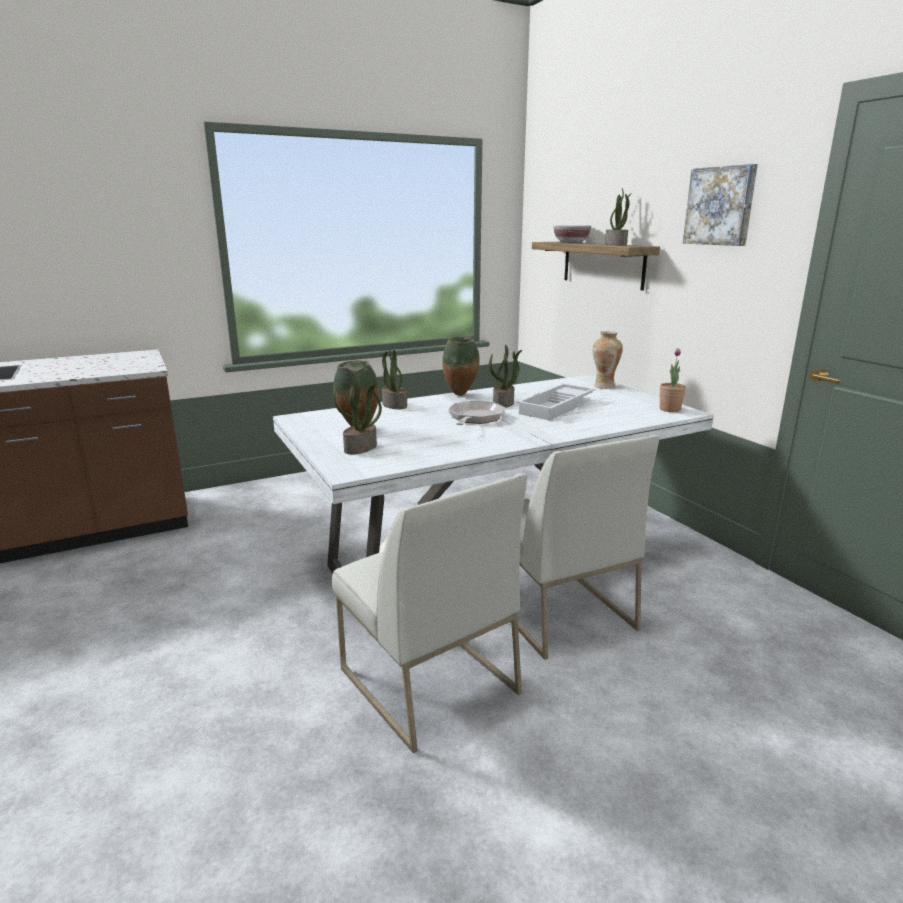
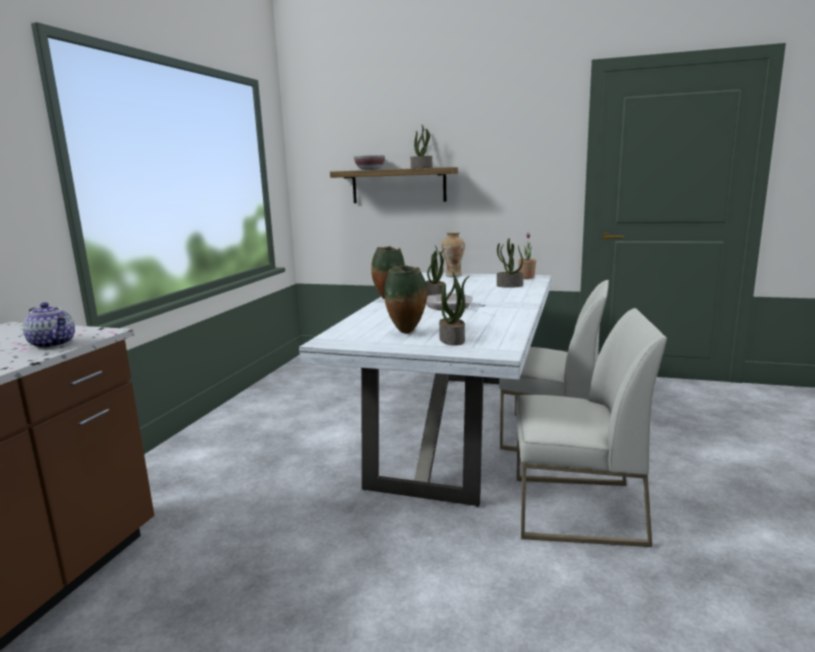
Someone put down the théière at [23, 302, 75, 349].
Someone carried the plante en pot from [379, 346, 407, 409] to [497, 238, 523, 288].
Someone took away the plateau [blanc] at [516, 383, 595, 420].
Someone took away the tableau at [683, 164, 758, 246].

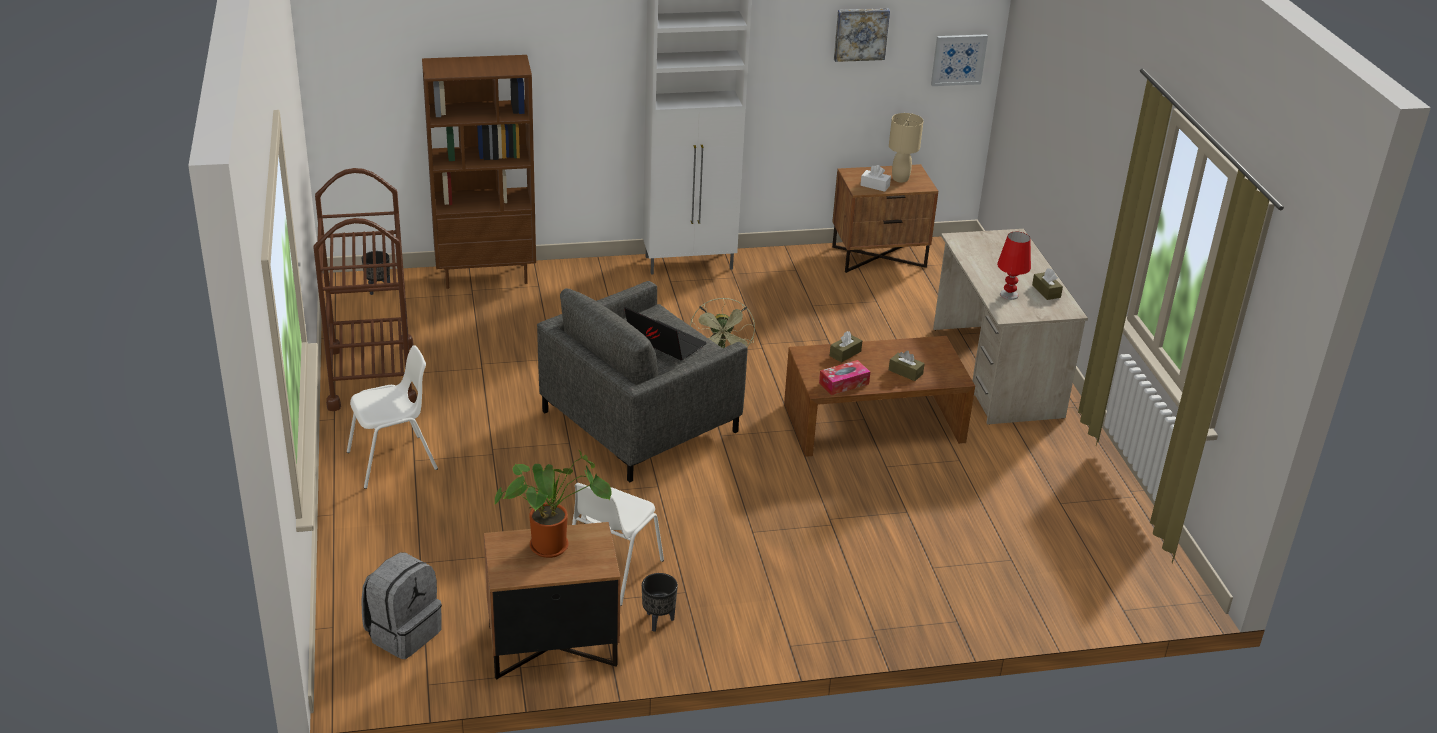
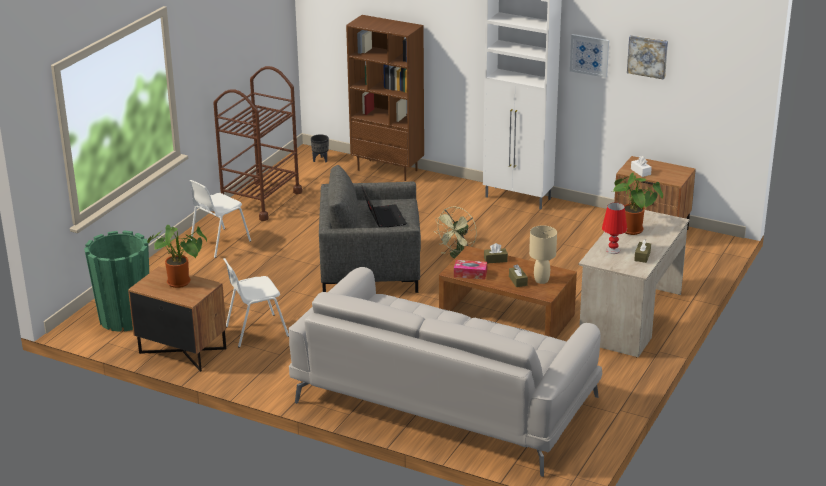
Someone swapped the sac à dos [gris] at [361, 553, 442, 659] for the cache-pot [vert] at [84, 231, 149, 332].
Someone rotated the chaise [blanc] at [347, 345, 438, 489] by 120 degrees clockwise.
Someone put down the canapé [gris] at [289, 267, 602, 477].
Someone carried the lampe de table [beige] from [889, 113, 923, 182] to [529, 225, 557, 284].
Someone carried the tableau from [931, 34, 988, 86] to [570, 34, 609, 78].
Someone put down the plante en pot at [613, 172, 663, 235].
Someone took away the cache-pot [noir] at [642, 573, 678, 632].

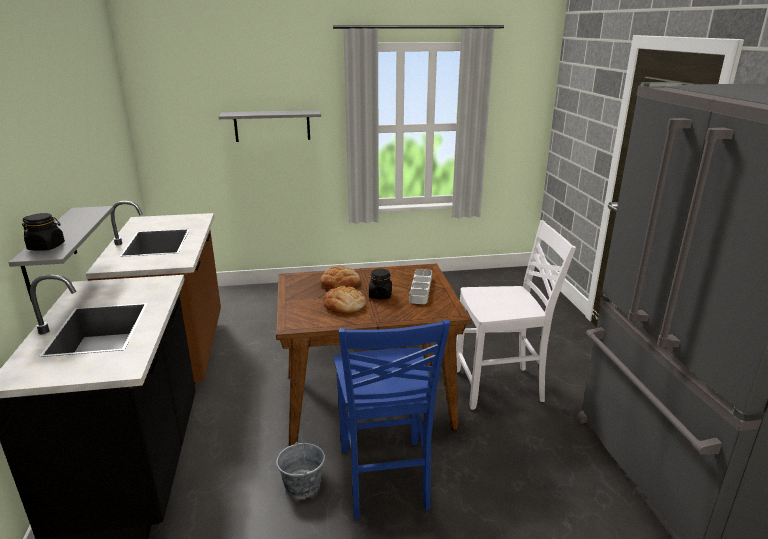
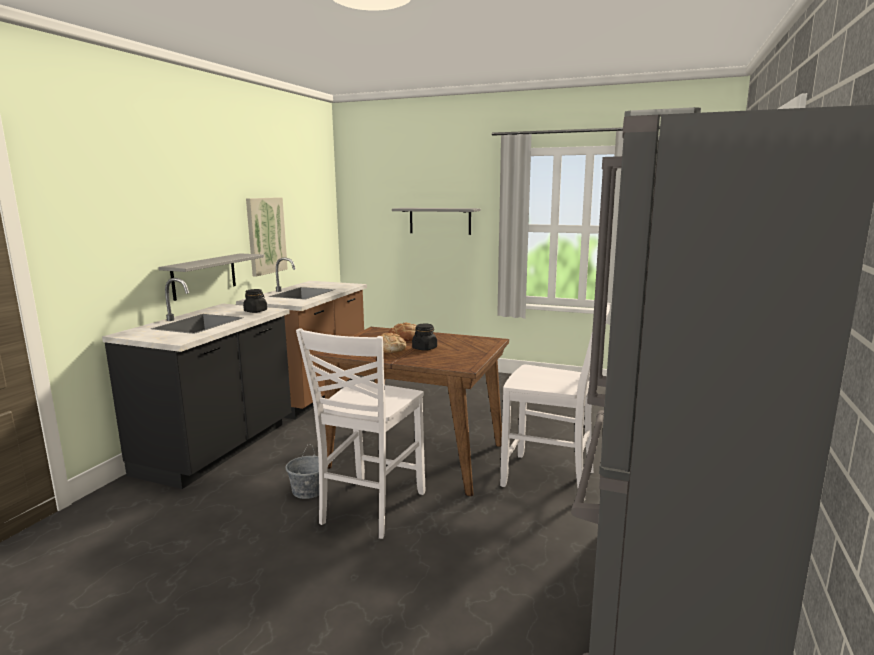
Someone carried the bocal [noir] from [22, 213, 65, 251] to [243, 289, 267, 313].
Someone put up the tableau at [246, 197, 288, 277].
Someone repainted the chaise [bleu] at [334, 320, 450, 519], which became the chaise [blanc] at [296, 328, 425, 539].
Someone took away the plateau [gris] at [409, 269, 432, 304].

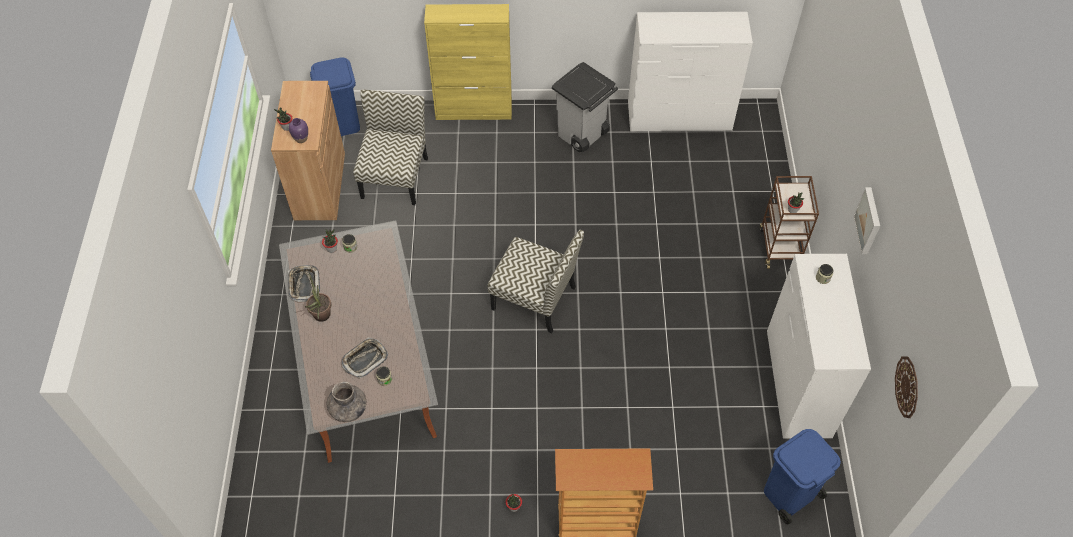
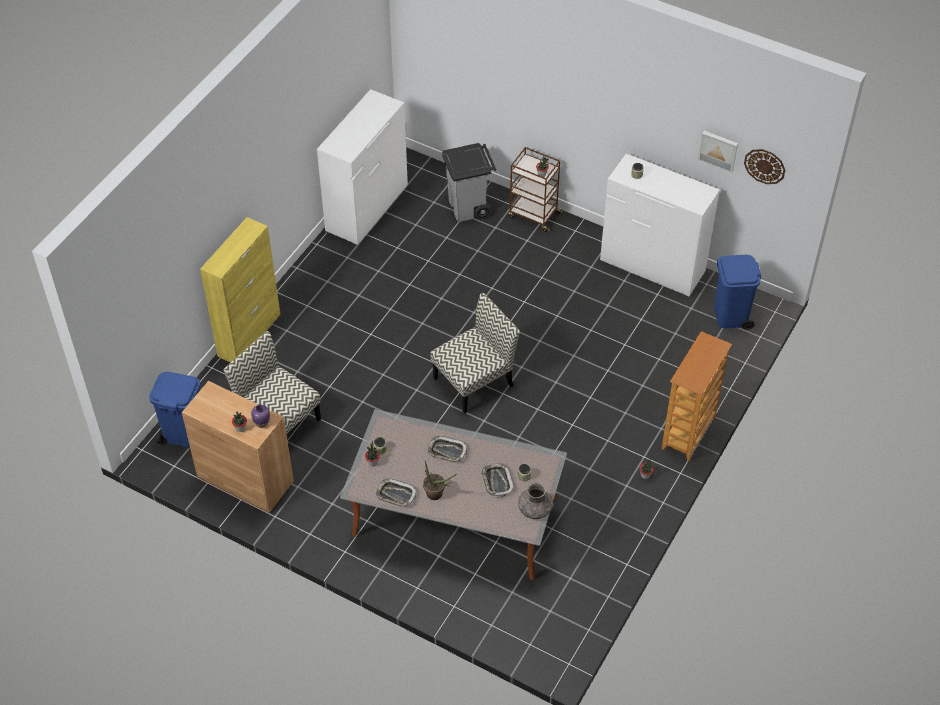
Someone put down the plateau at [427, 436, 467, 462].
Someone carried the poubelle [gris] from [552, 62, 618, 152] to [442, 143, 496, 222].
Someone carried the tableau from [853, 187, 880, 254] to [698, 131, 738, 173].

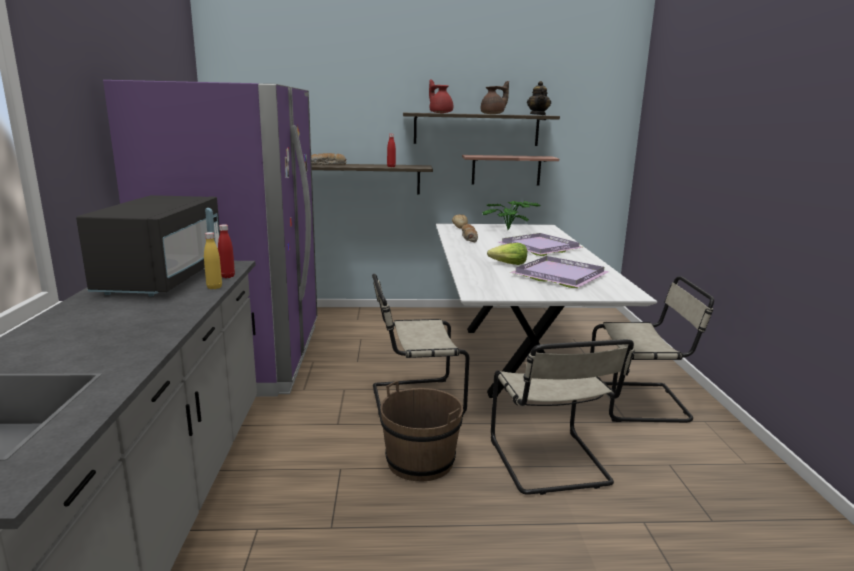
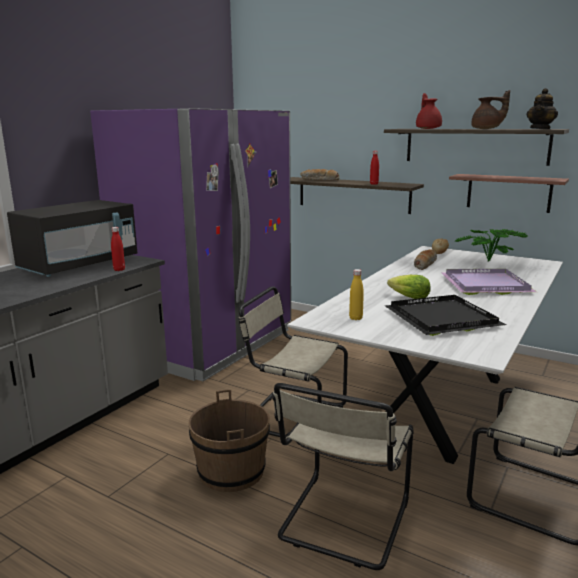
Someone carried the bouteille [jaune] from [204, 232, 222, 289] to [349, 269, 364, 320].
Someone repainted the plateau [violet] at [509, 256, 609, 288], which became the plateau [noir] at [385, 295, 506, 336].

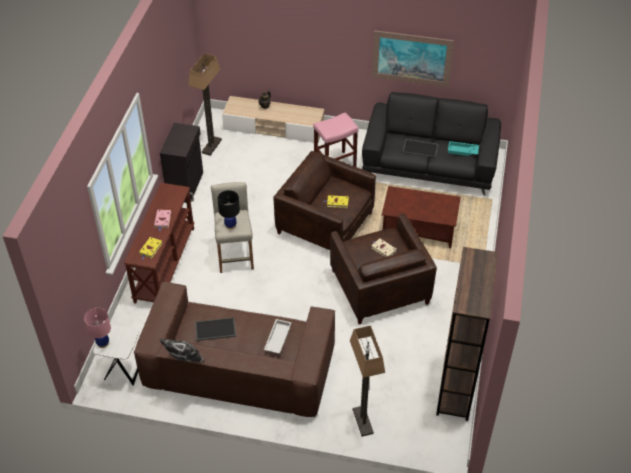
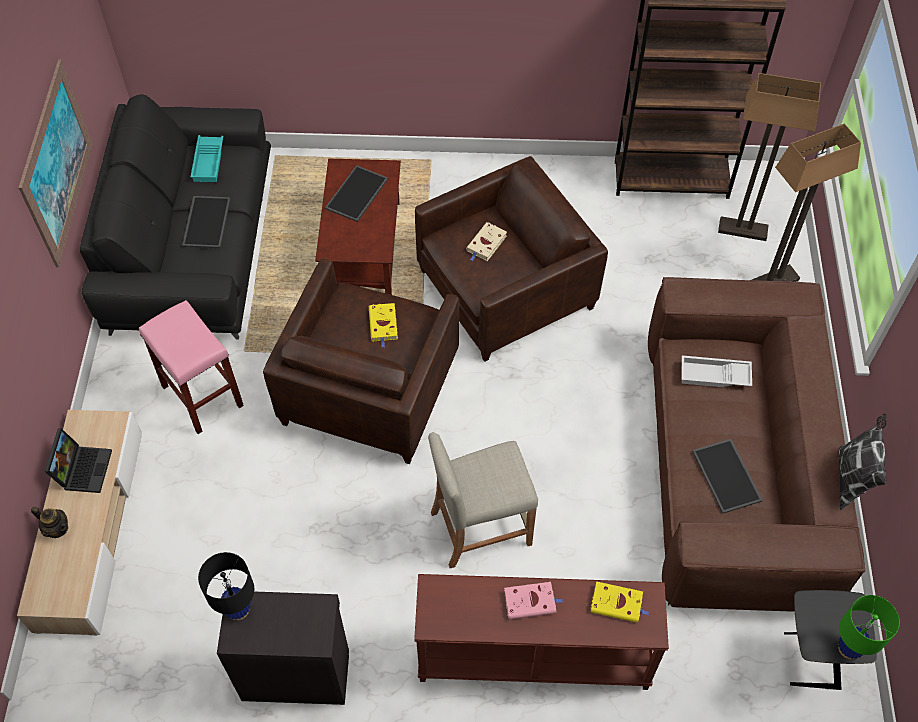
Someone put down the ordinateur portable at [44, 428, 112, 493].
Someone carried the lampe de table [noir] from [217, 190, 240, 229] to [198, 552, 254, 620].
Someone put down the plateau at [325, 165, 388, 222].
Someone carried the lampadaire from [188, 53, 222, 156] to [718, 73, 821, 241].
Someone repainted the table d'appoint [blanc] at [93, 325, 139, 386], which became the table d'appoint [noir] at [784, 590, 877, 690].
Someone repainted the lampe de table [rose] at [84, 308, 111, 348], which became the lampe de table [vert] at [838, 595, 900, 659].

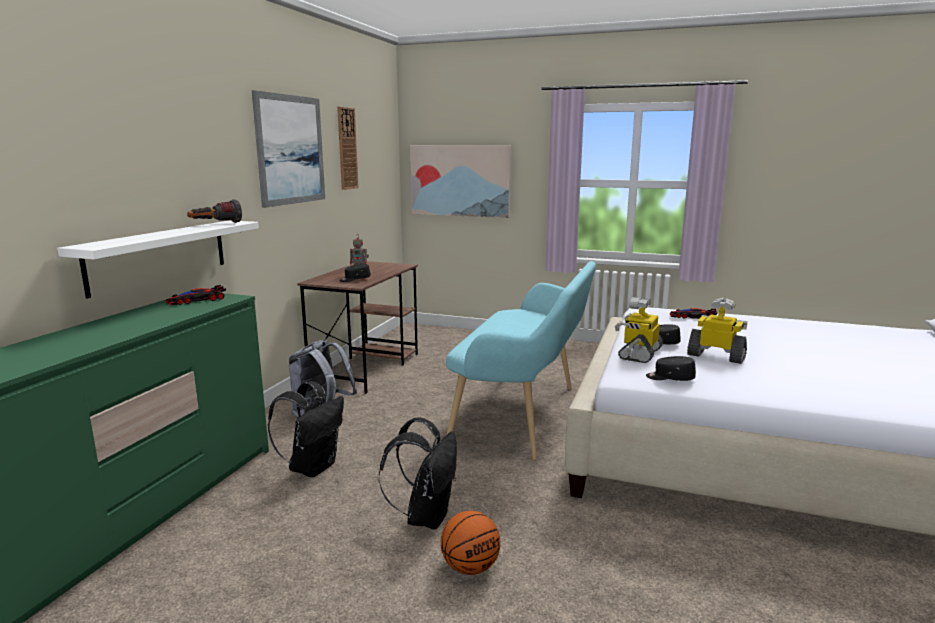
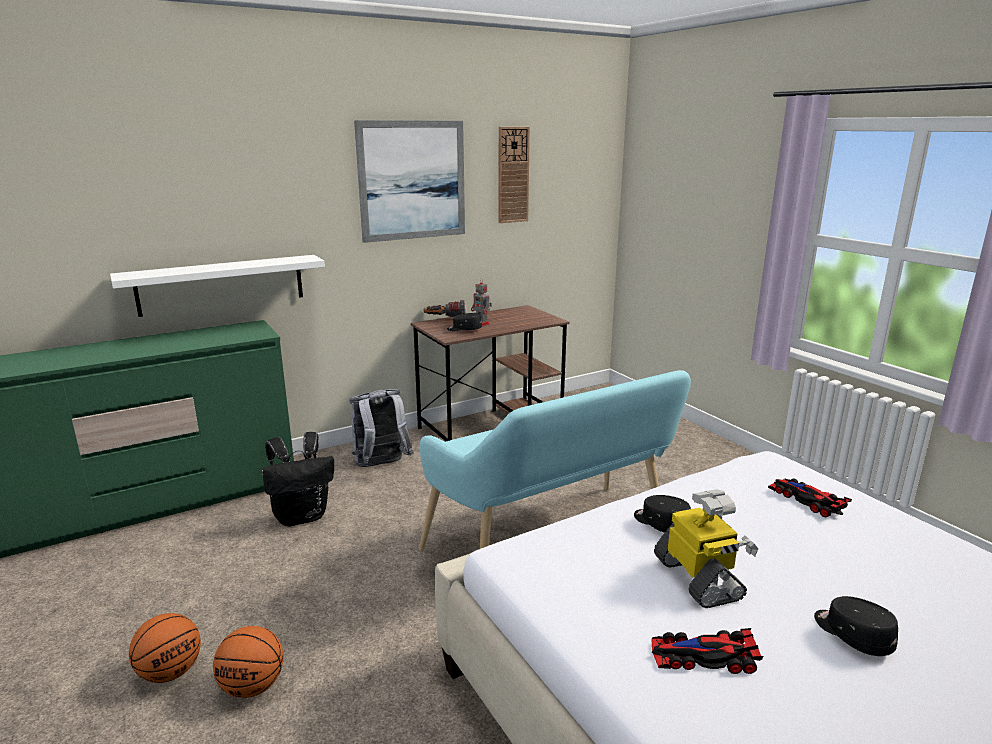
Someone put down the ballon de basket at [129, 613, 201, 683].
Someone carried the lampe de poche from [187, 199, 242, 223] to [424, 300, 467, 317].
Someone carried the petite voiture from [166, 285, 226, 305] to [651, 628, 763, 674].
Someone carried the casquette [noir] from [646, 356, 696, 381] to [814, 596, 898, 656].
Someone took away the sac à dos [noir] at [379, 417, 457, 529].
Someone took away the tableau at [410, 145, 511, 218].
Someone took away the robot jouet at [615, 297, 663, 363].

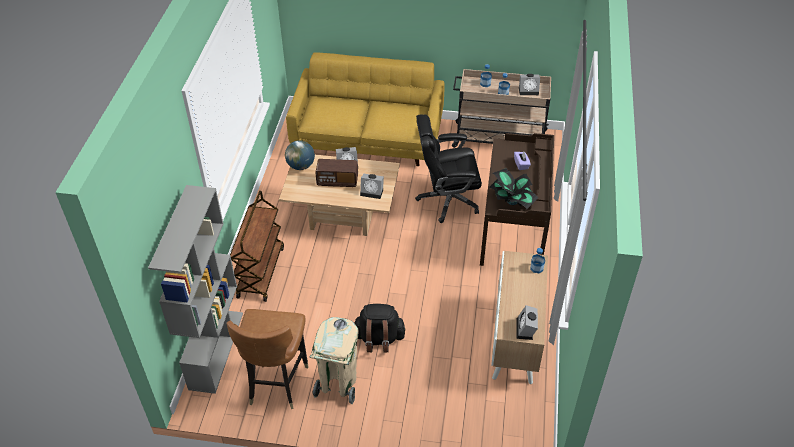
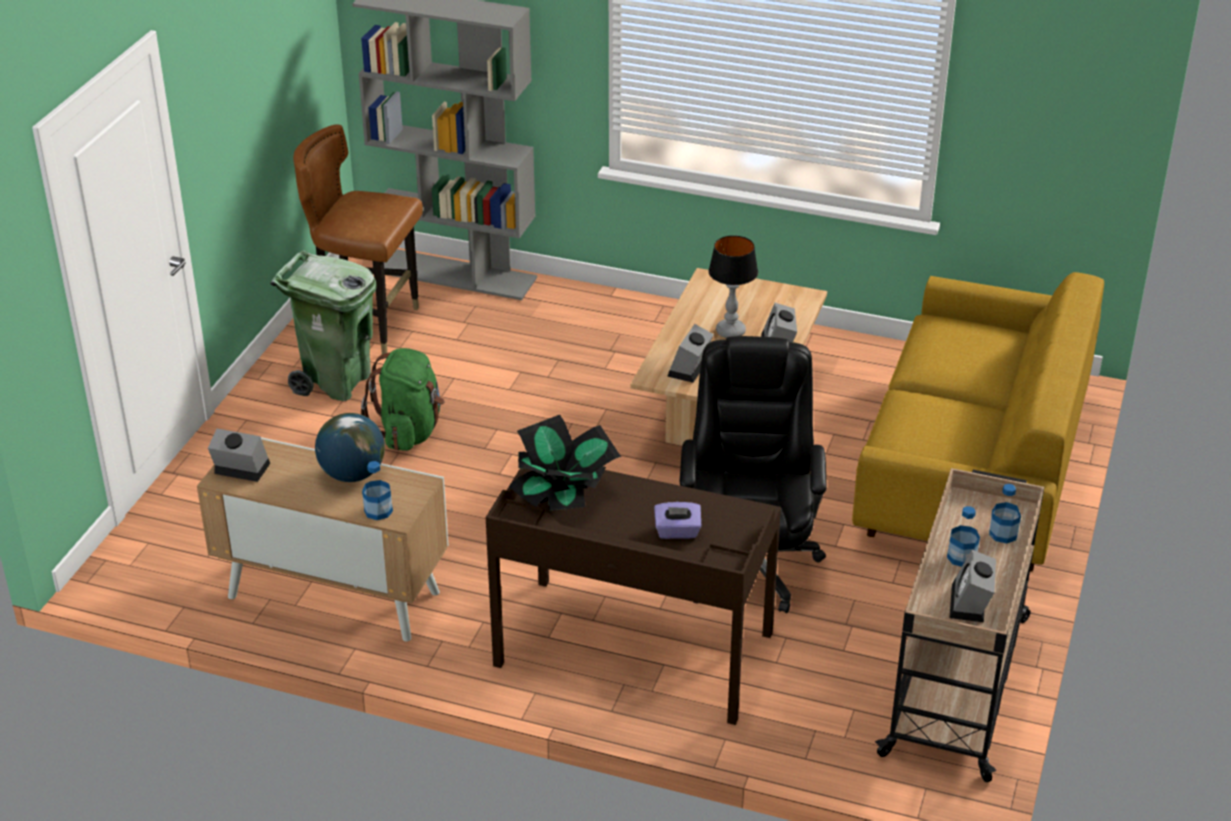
Someone repainted the poubelle [beige] at [310, 317, 359, 404], which became the poubelle [vert] at [270, 250, 376, 401].
Someone carried the globe from [285, 140, 315, 170] to [315, 413, 385, 482].
Someone repainted the sac à dos [noir] at [355, 304, 405, 353], which became the sac à dos [vert] at [361, 348, 444, 451].
Someone swapped the radio at [315, 159, 358, 187] for the lampe de table at [708, 236, 758, 338].
Someone took away the chariot [marron] at [230, 191, 284, 302].

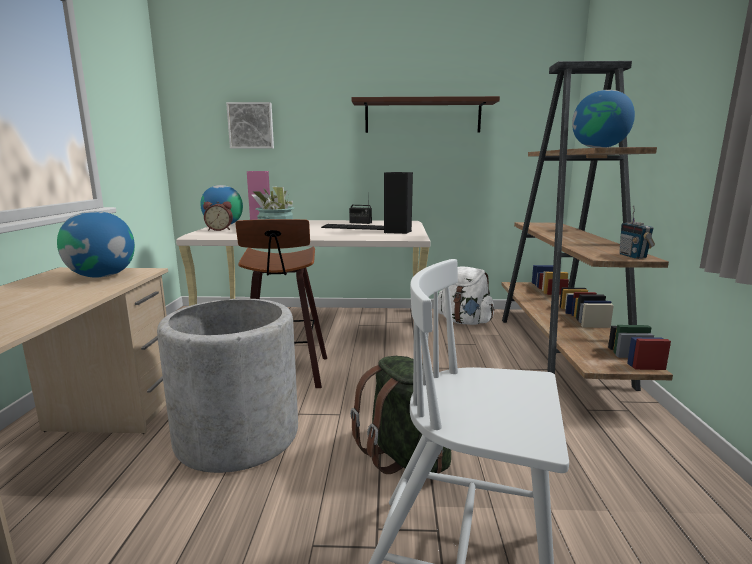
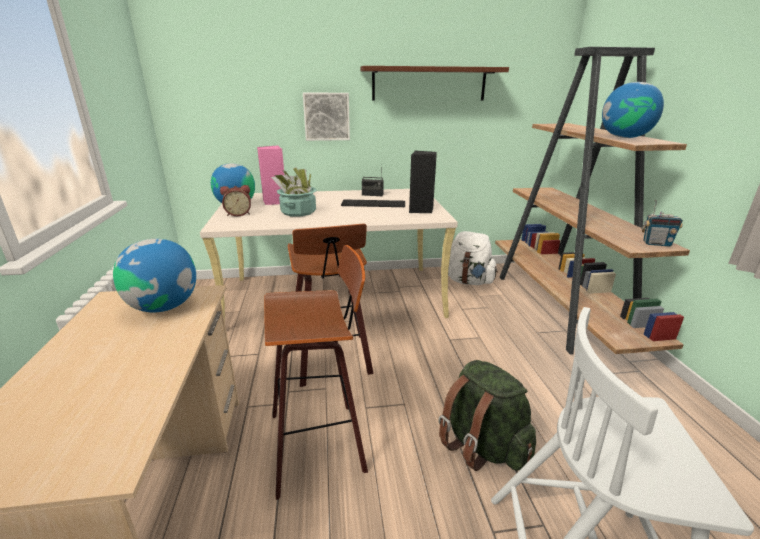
Someone swapped the cache-pot [gris] at [157, 298, 298, 473] for the tabouret at [264, 245, 368, 500].
Someone carried the tableau from [226, 102, 274, 149] to [303, 93, 350, 141].
Someone rotated the radio at [619, 206, 655, 259] by 60 degrees counterclockwise.

